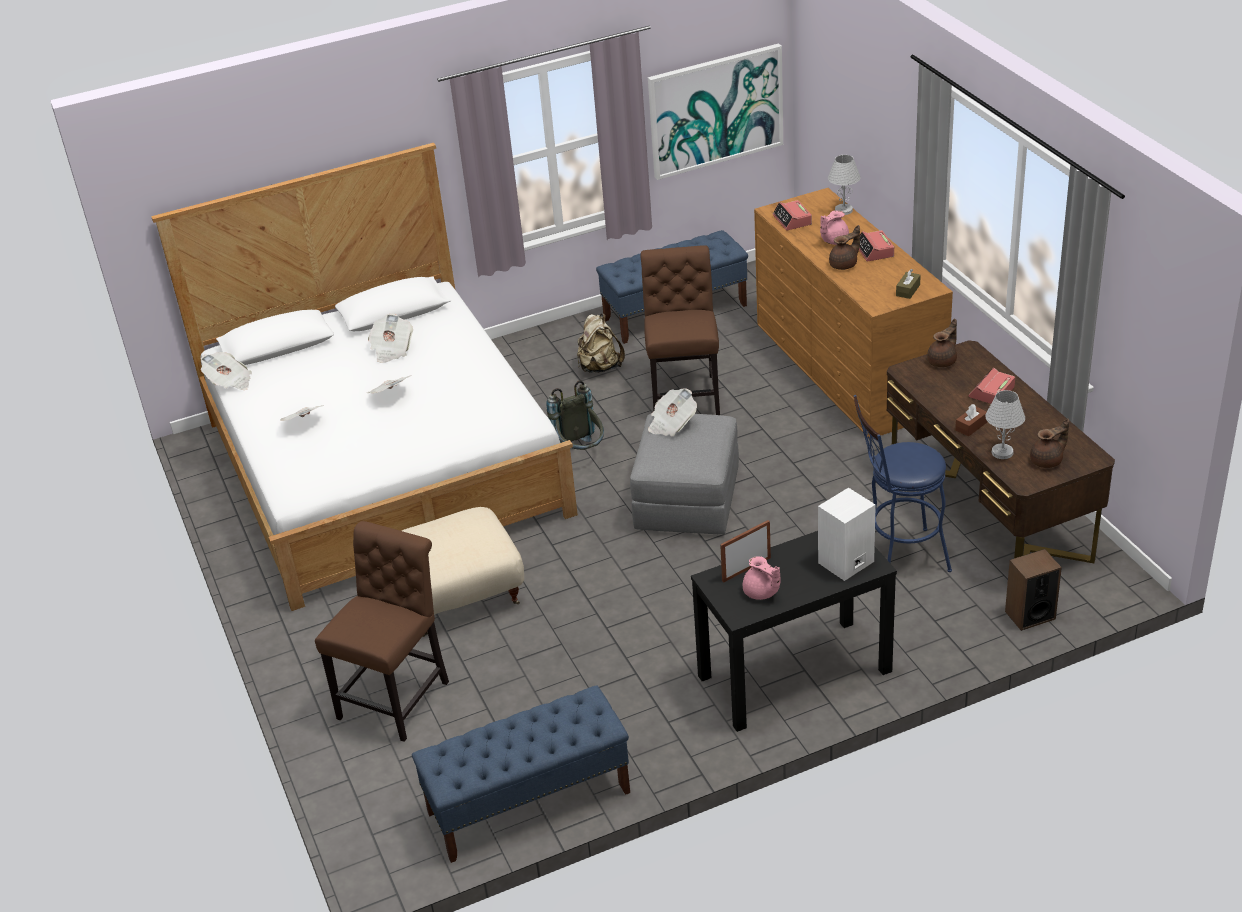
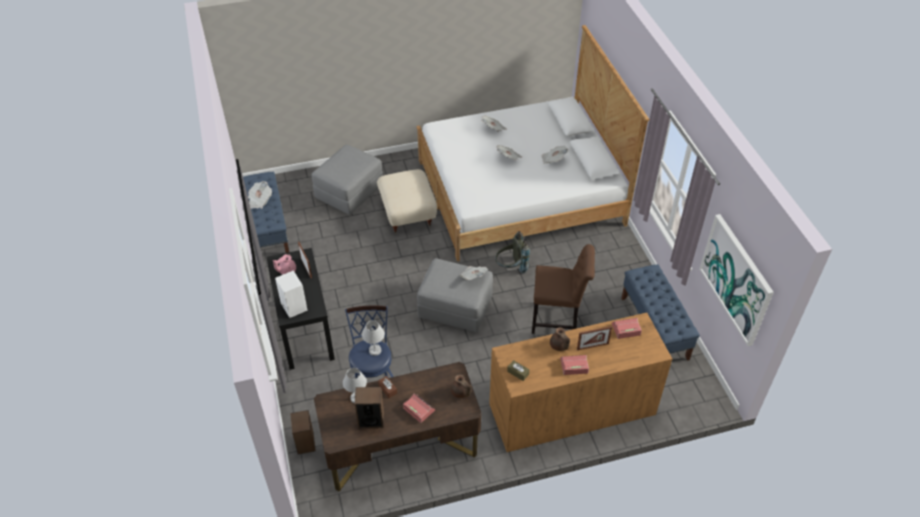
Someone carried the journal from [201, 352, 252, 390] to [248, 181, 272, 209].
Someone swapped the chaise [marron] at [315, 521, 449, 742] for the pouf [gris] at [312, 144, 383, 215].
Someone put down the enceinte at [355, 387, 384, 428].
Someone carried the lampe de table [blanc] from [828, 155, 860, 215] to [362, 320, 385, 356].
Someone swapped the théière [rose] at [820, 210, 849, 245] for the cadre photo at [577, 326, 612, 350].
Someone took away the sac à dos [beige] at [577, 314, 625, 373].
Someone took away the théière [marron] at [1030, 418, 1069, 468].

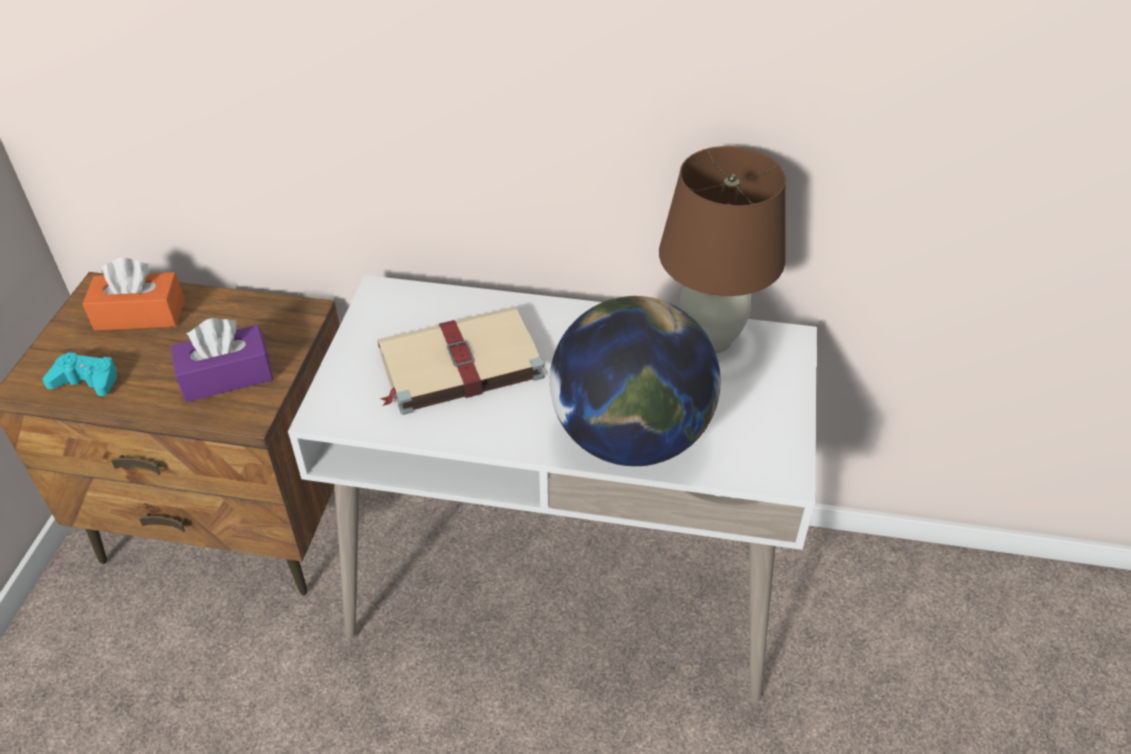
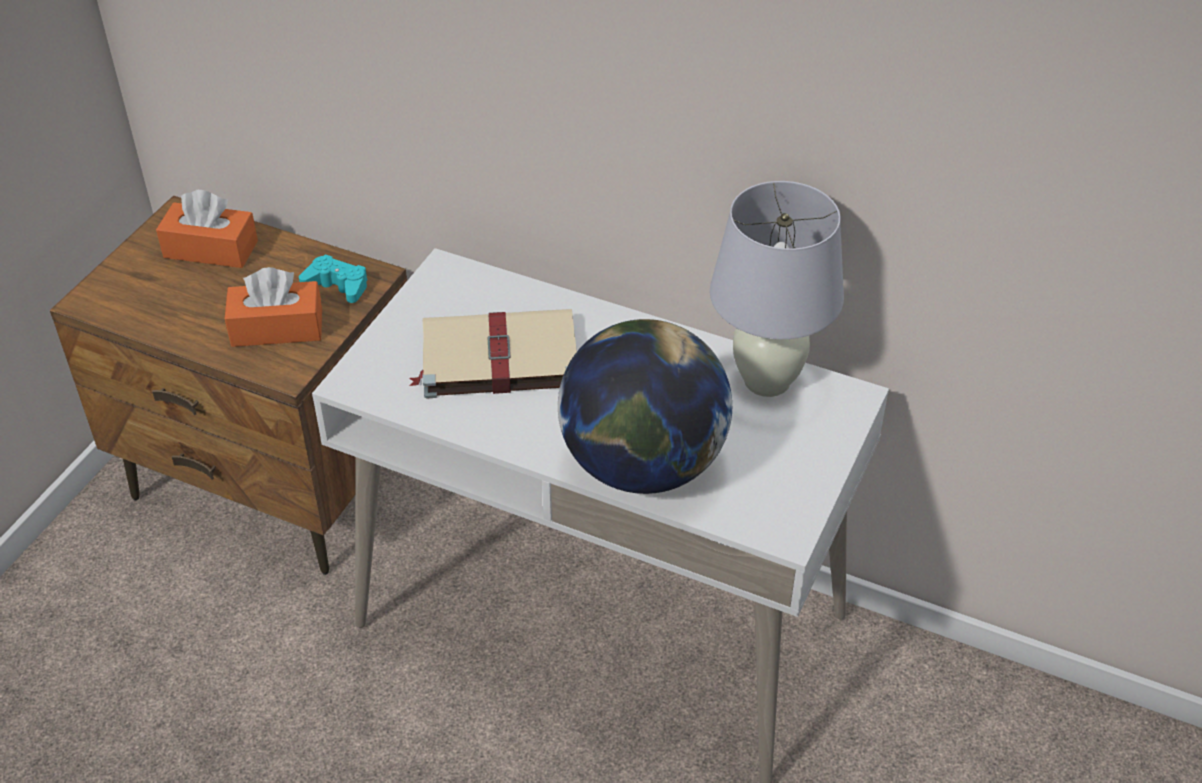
Someone repainted the boîte à mouchoirs [violet] at [171, 318, 273, 402], which became the boîte à mouchoirs [orange] at [224, 267, 322, 347].
Someone carried the manette [turquoise] from [42, 352, 117, 396] to [299, 254, 368, 303].
Someone repainted the lampe de table [marron] at [659, 146, 786, 353], which became the lampe de table [blanc] at [710, 181, 844, 397].

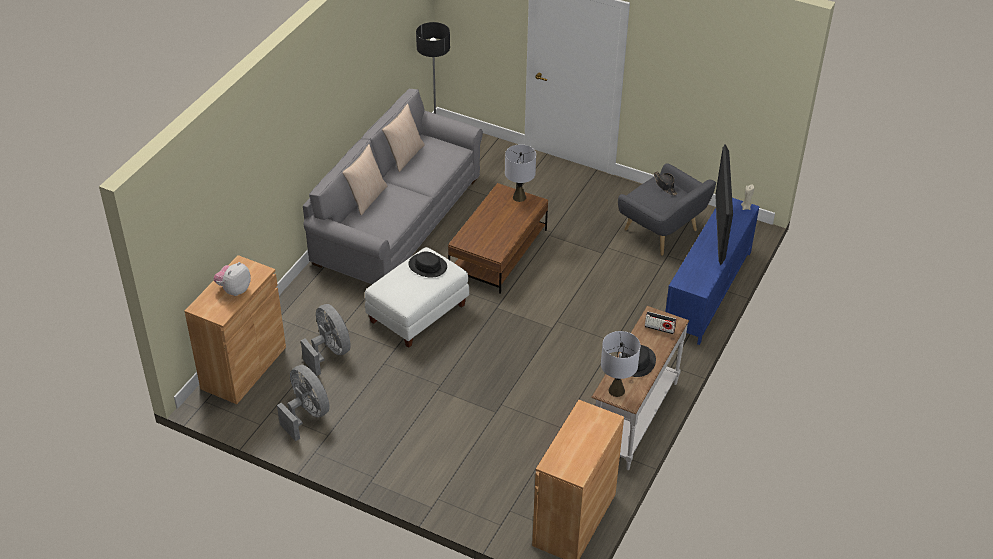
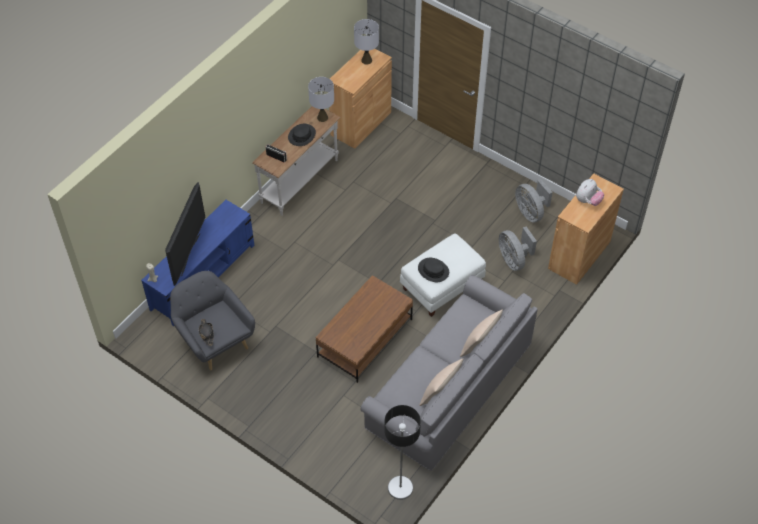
Someone carried the lampe de table [gris] from [505, 144, 536, 202] to [354, 19, 379, 65].

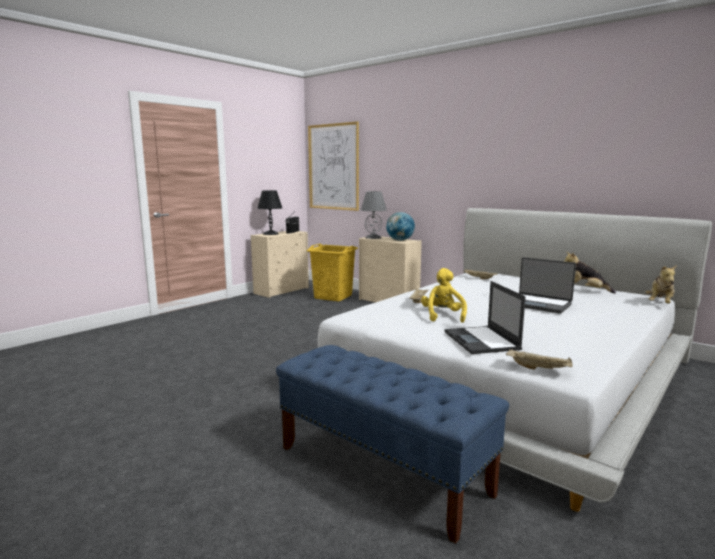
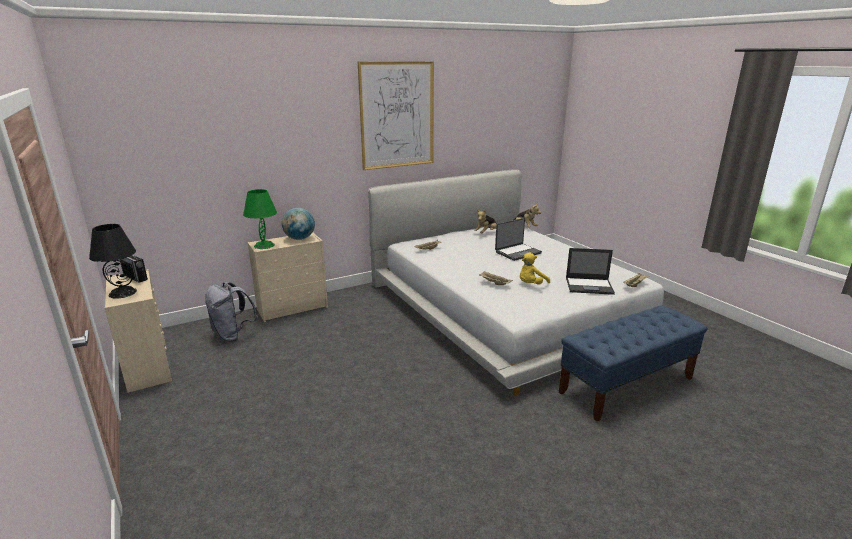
Someone swapped the panier à linge [jaune] at [307, 244, 358, 302] for the sac à dos [gris] at [205, 282, 258, 342].
Someone repainted the lampe de table [gris] at [361, 191, 387, 239], which became the lampe de table [vert] at [243, 189, 277, 249].
Someone carried the tableau from [308, 121, 359, 211] to [358, 61, 434, 170].
Someone rotated the peluche [jaune] at [421, 268, 467, 323] by 60 degrees counterclockwise.

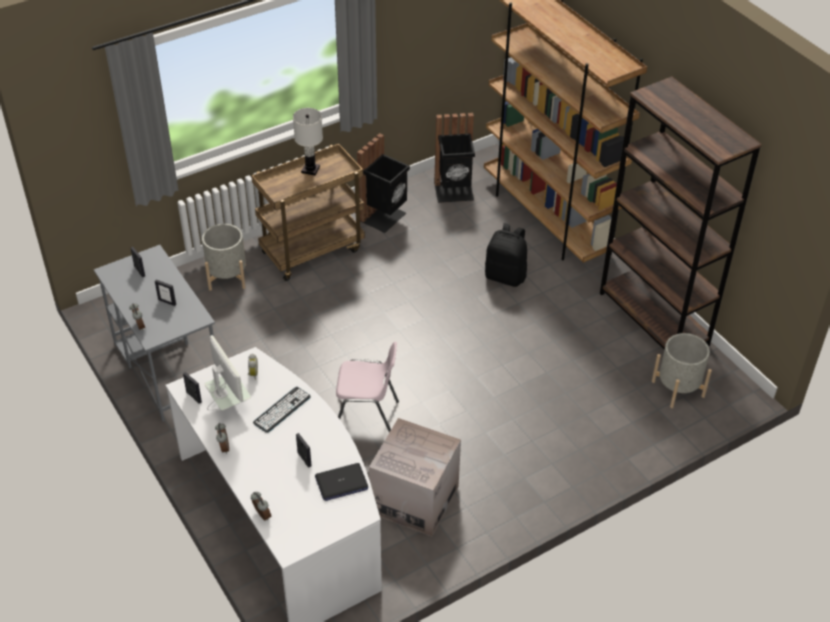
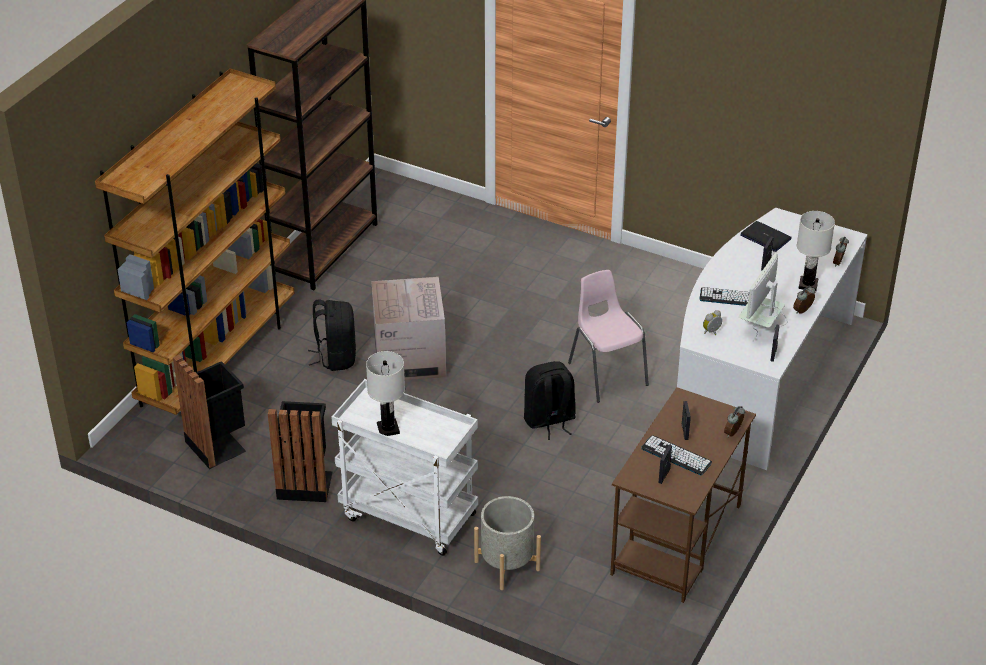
Someone repainted the chariot [marron] at [251, 144, 365, 281], which became the chariot [blanc] at [331, 379, 478, 556].
Someone carried the carton from [369, 418, 461, 536] to [371, 277, 446, 380].
Someone put down the sac à dos [noir] at [524, 361, 576, 440].
Someone repainted the bureau [gris] at [94, 245, 215, 422], which became the bureau [marron] at [610, 387, 756, 603].
Someone put down the clavier at [641, 435, 712, 475].
Someone put down the lampe de table [blanc] at [797, 211, 835, 291].
Someone took away the cache-pot [gris] at [652, 333, 712, 408].

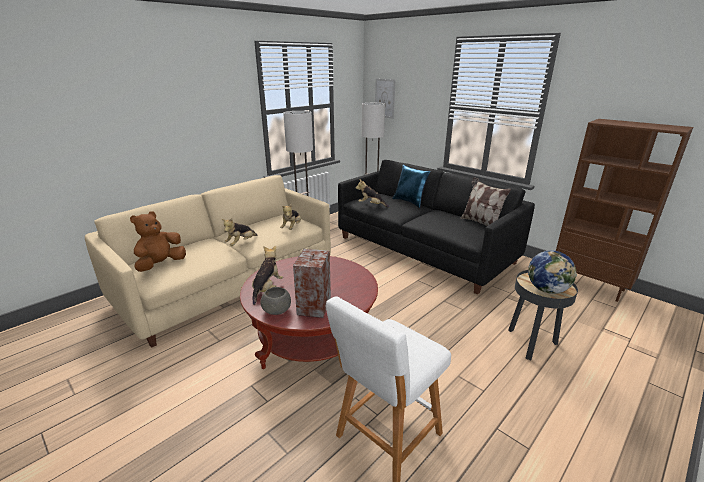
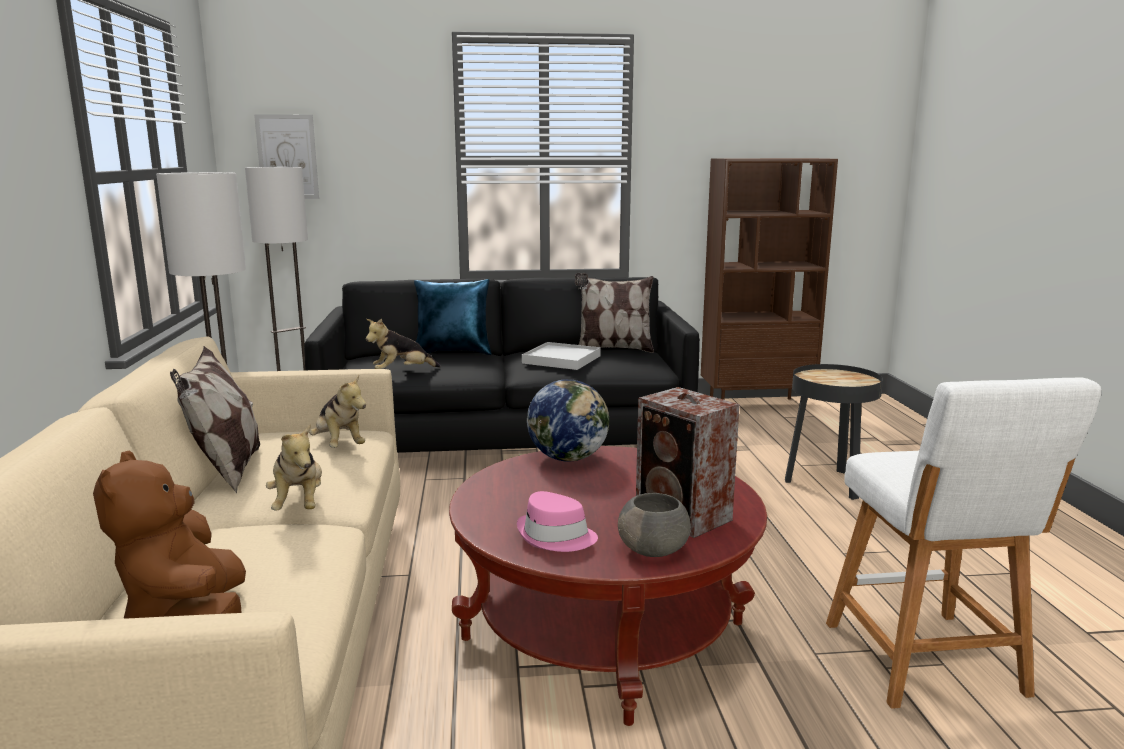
Someone put down the coussin at [170, 346, 260, 494].
Someone swapped the peluche at [252, 246, 283, 305] for the chapeau [rose] at [517, 491, 598, 552].
Someone put down the plateau [blanc] at [522, 342, 601, 370].
Someone carried the globe from [528, 250, 577, 294] to [527, 379, 609, 462].

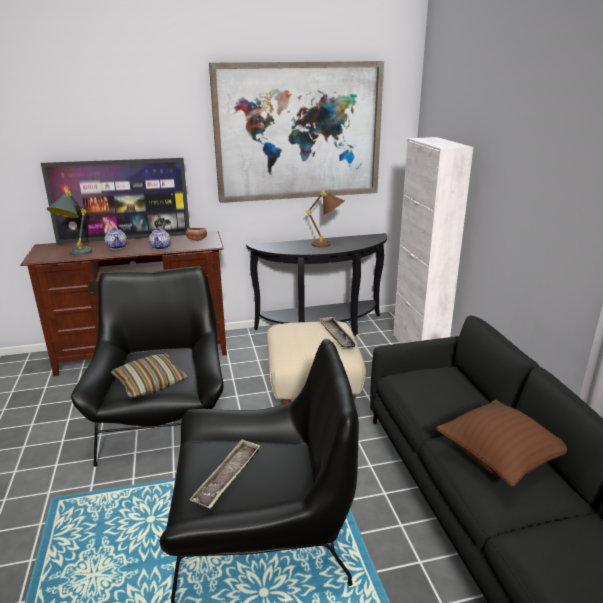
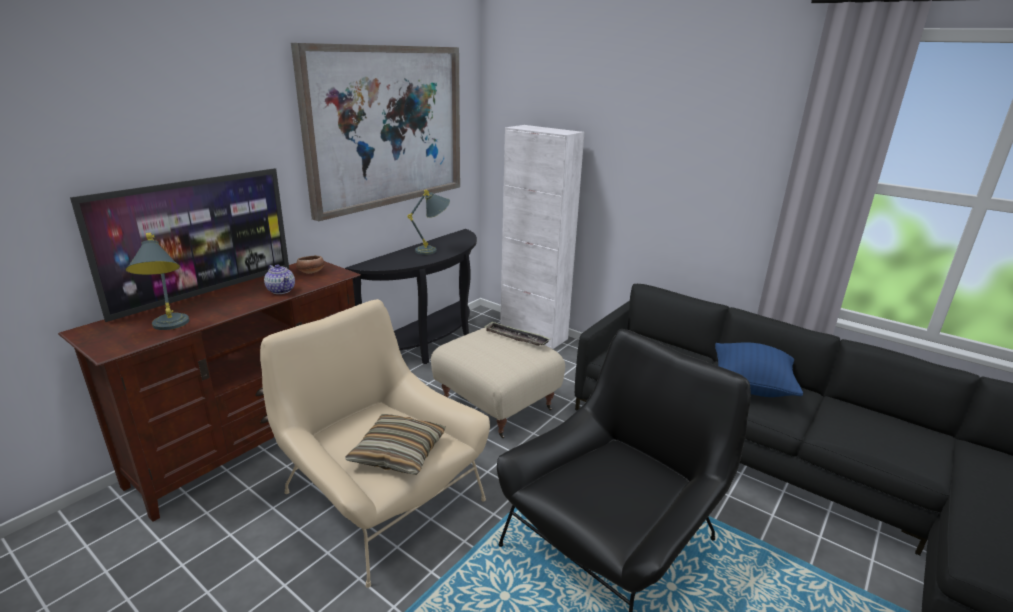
Someone repainted the fauteuil [noir] at [71, 267, 224, 467], which became the fauteuil [beige] at [260, 299, 490, 588].
Someone repainted the lampe de table [marron] at [306, 190, 345, 248], which became the lampe de table [gris] at [407, 190, 450, 255].
Someone repainted the coussin [marron] at [436, 400, 567, 486], which became the coussin [bleu] at [715, 342, 803, 397].
Someone took away the théière at [105, 227, 127, 249].
Someone took away the plateau at [190, 439, 260, 509].

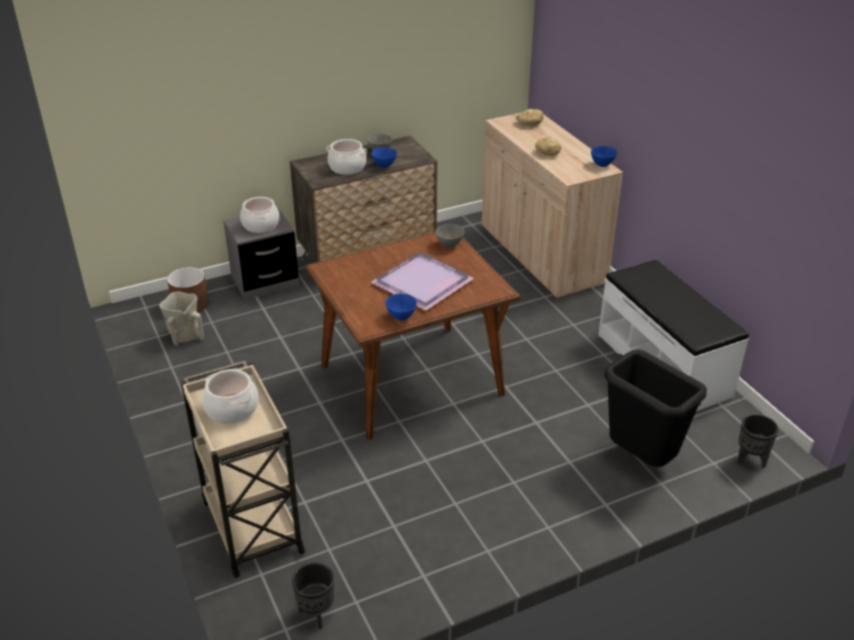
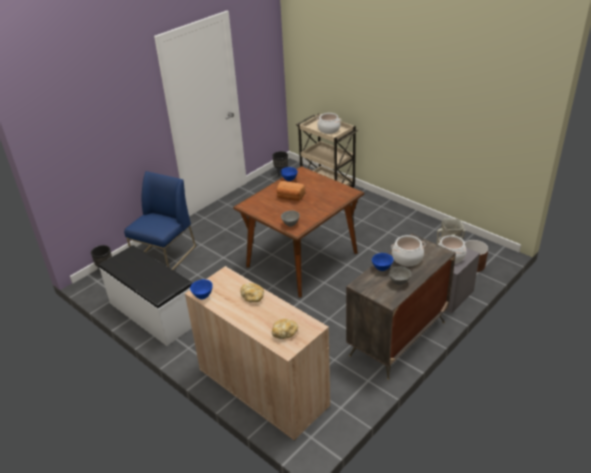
Someone swapped the poubelle [noir] at [604, 349, 707, 467] for the chaise [bleu] at [124, 171, 196, 270].
Someone swapped the plateau [violet] at [371, 252, 474, 311] for the pain at [276, 181, 305, 201].

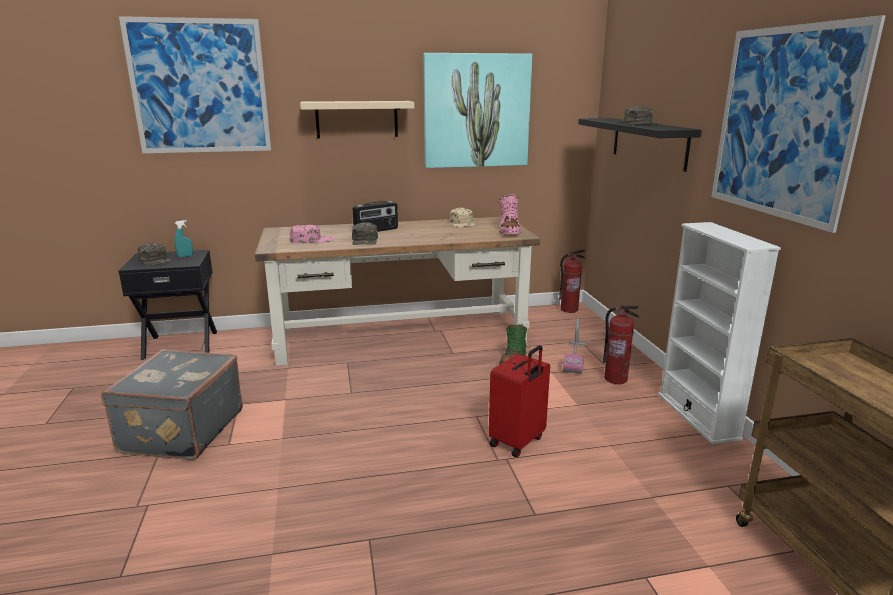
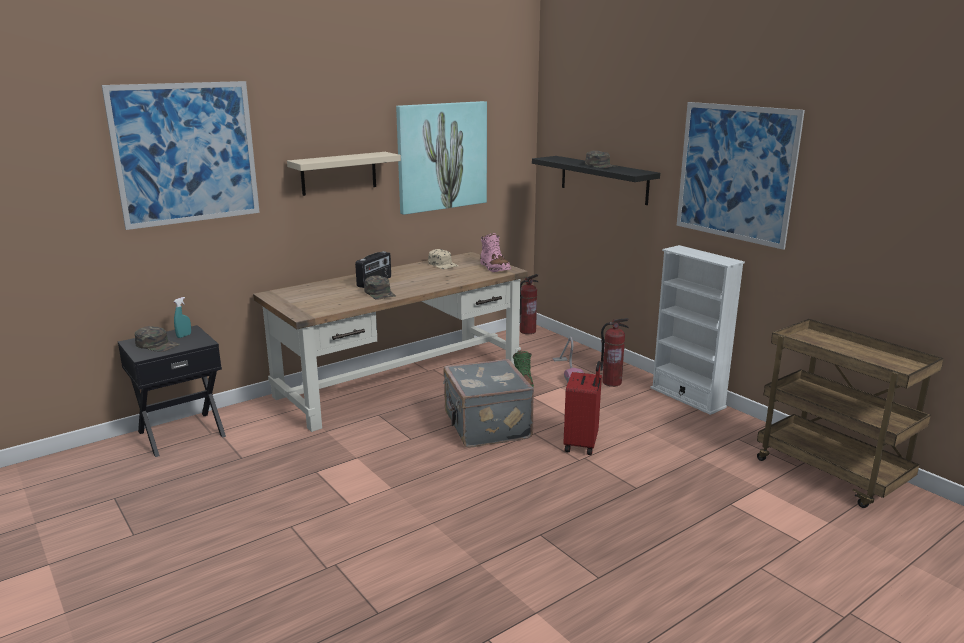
Someone carried the valise [gris] from [101, 349, 243, 460] to [443, 359, 534, 448].
Someone took away the casquette [rose] at [290, 225, 334, 243].

